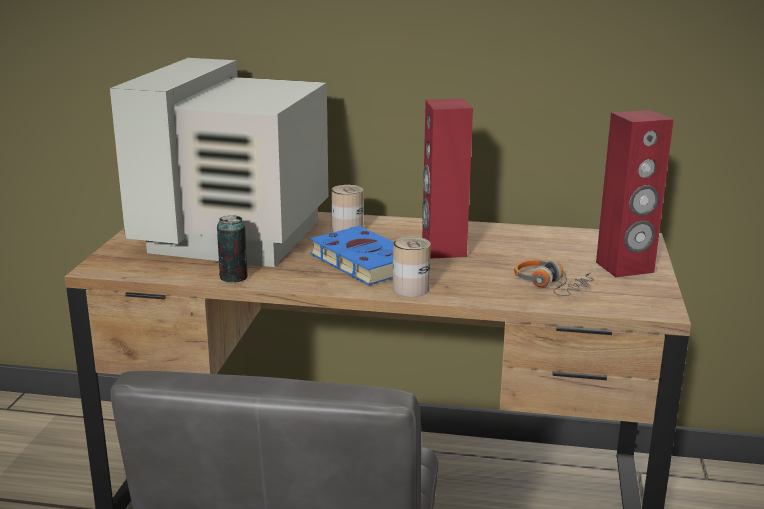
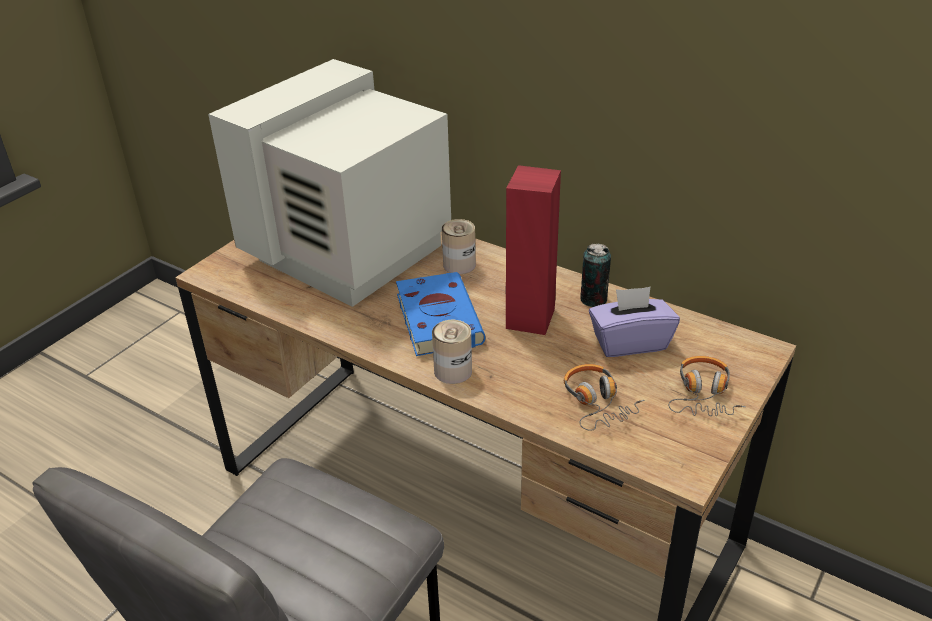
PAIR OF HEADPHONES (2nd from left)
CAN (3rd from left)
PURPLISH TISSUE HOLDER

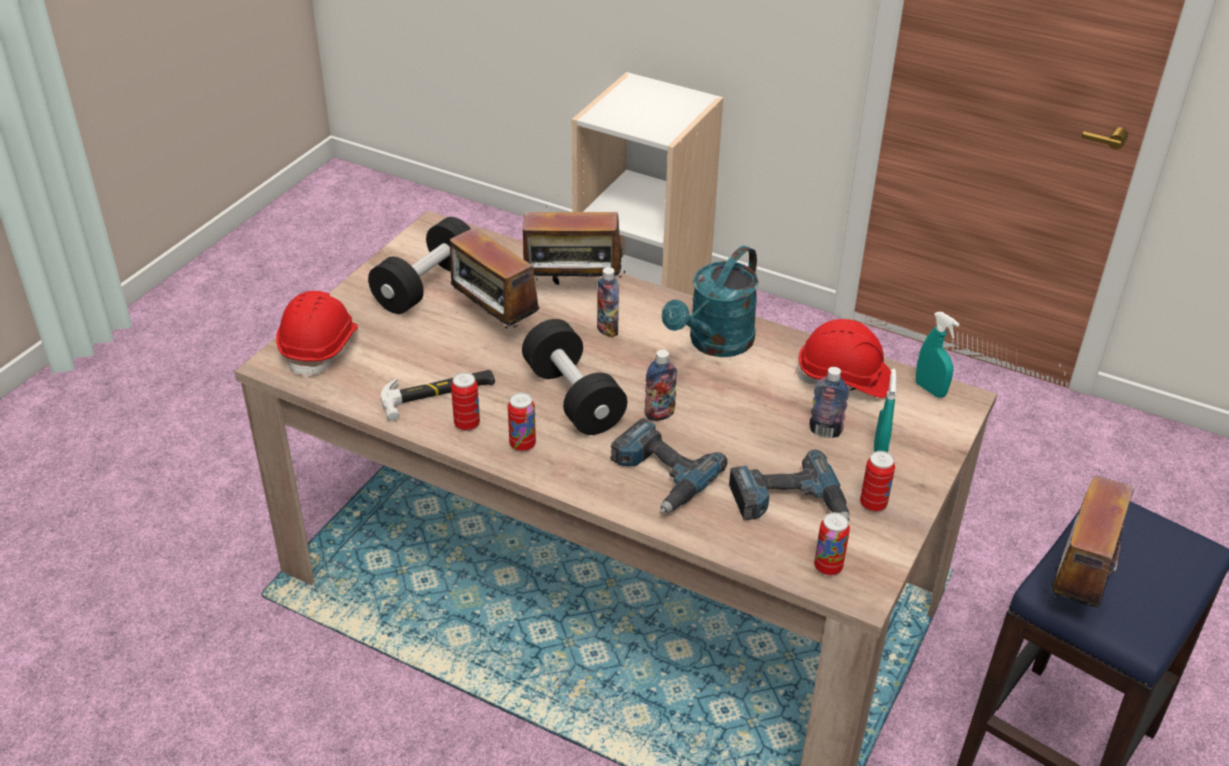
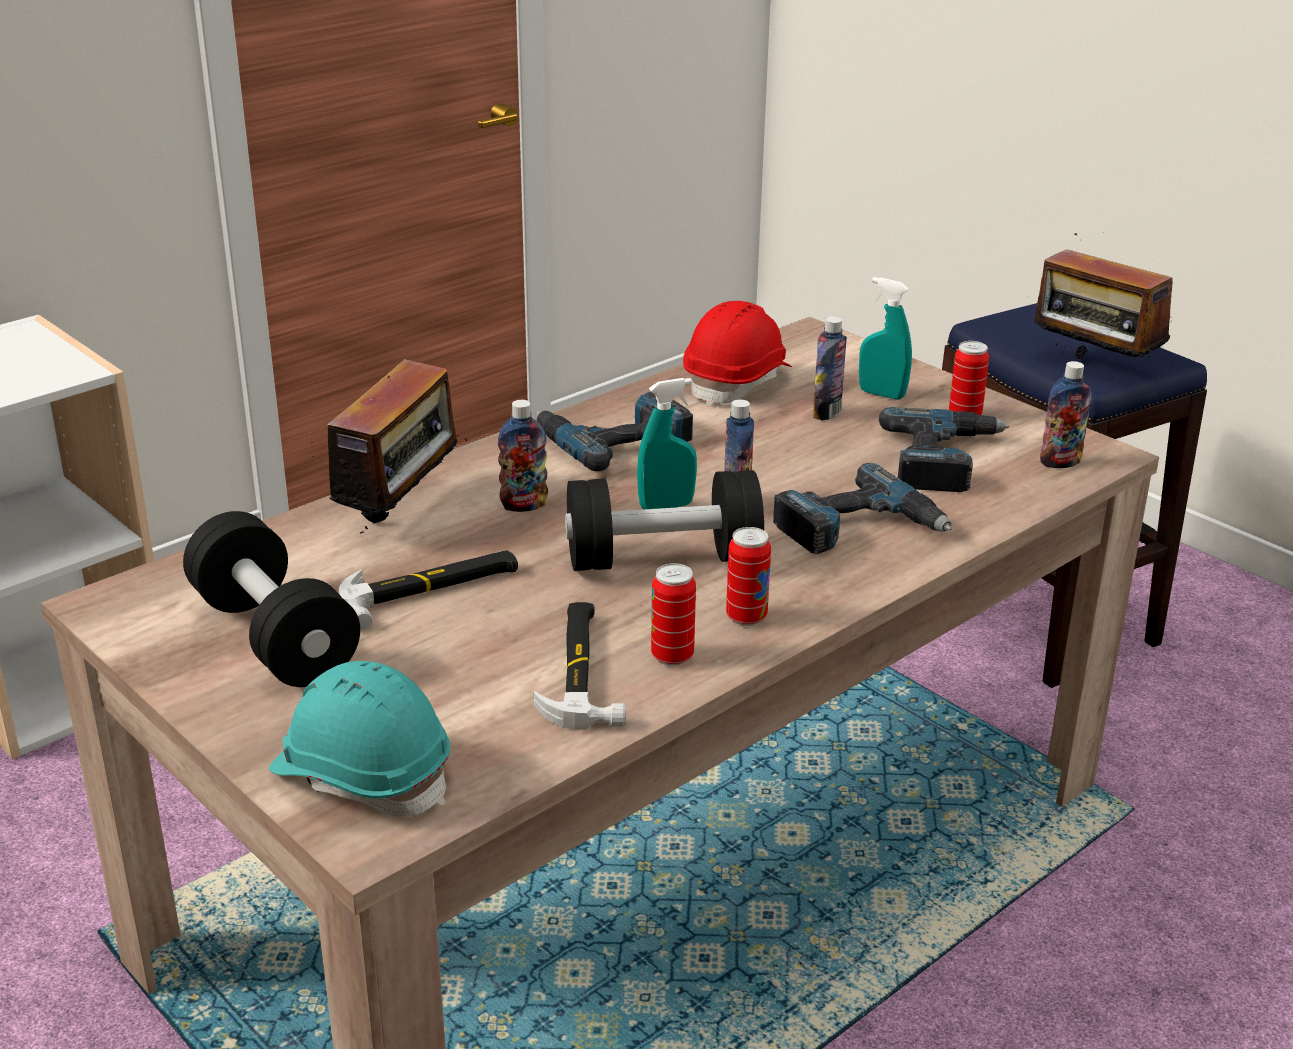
HAMMER (1st from left)
DRILL (1st from left)
BLUE-GREEN WORK HELMET
BLUE-GREEN SPRAY BOTTLE (1st from left)
BOTTLE (4th from left)

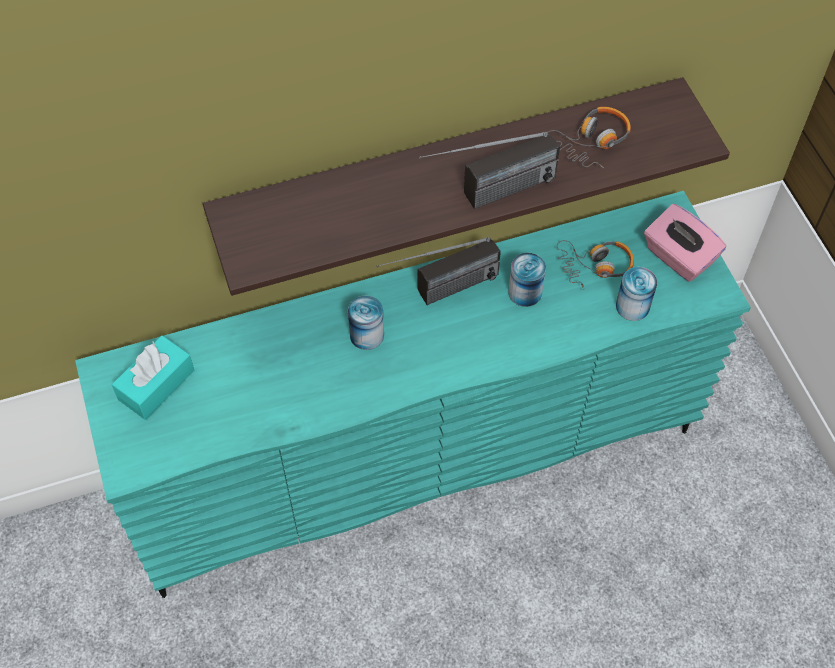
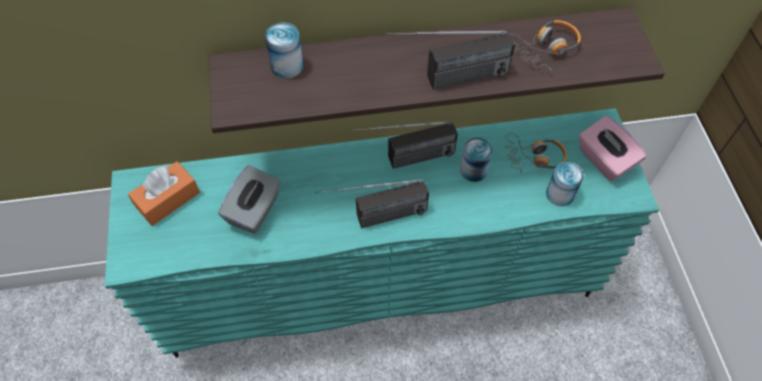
CAN (1st from left)
ORANGE-COLOURED TISSUE HOLDER
GREY TISSUE HOLDER
RADIO (1st from left)

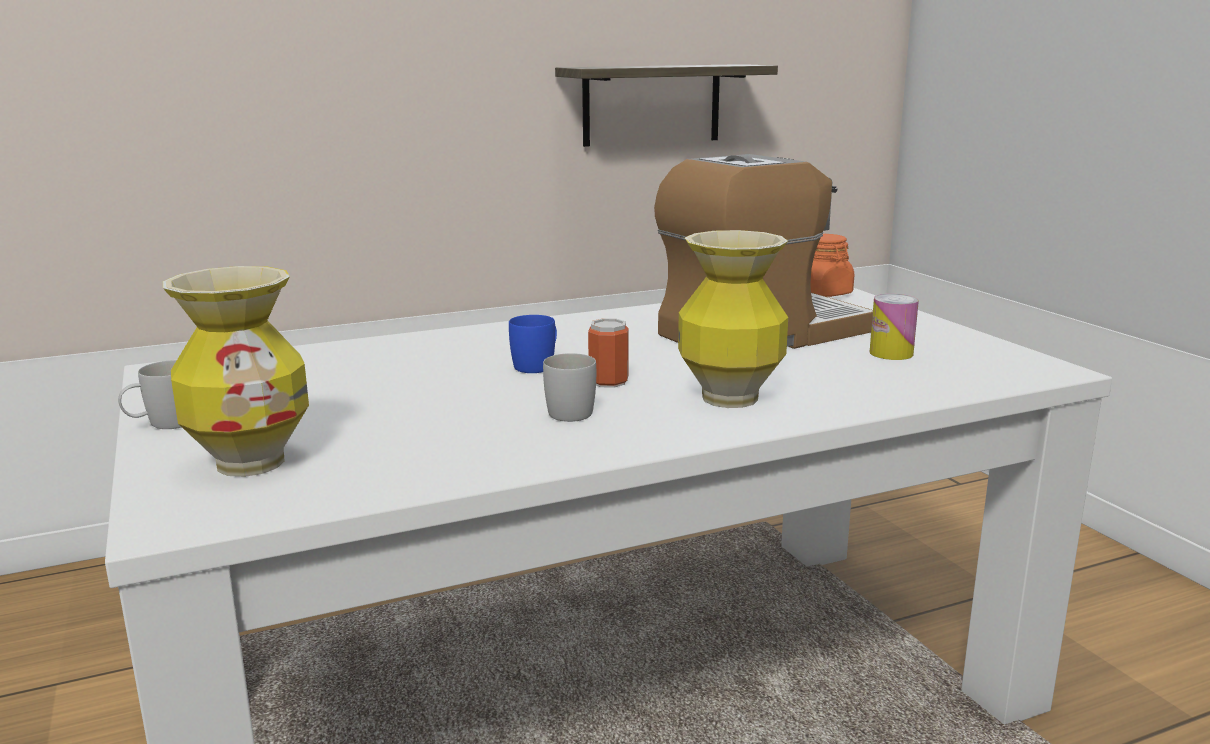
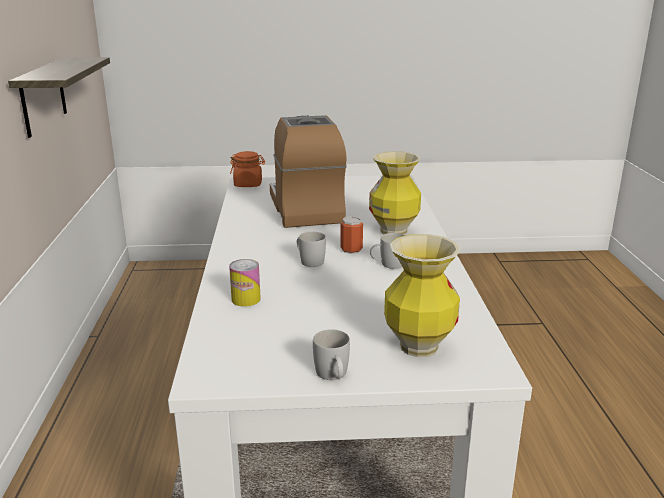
CAN (1st from left)
WHITE-COLOURED COFFEE MUG (1st from left)

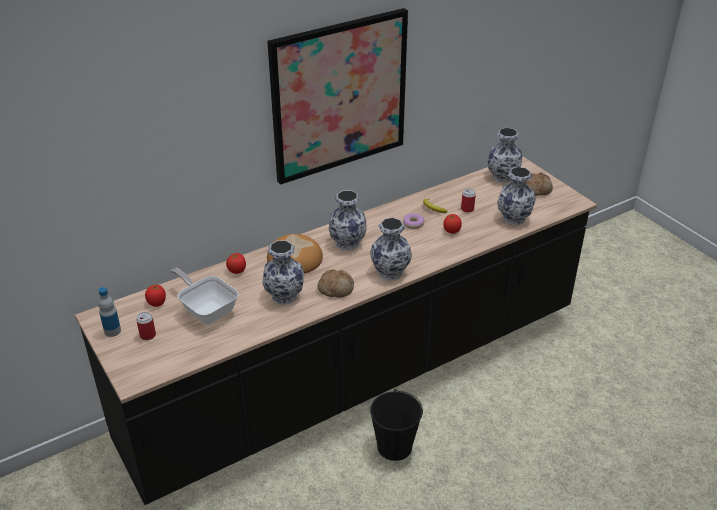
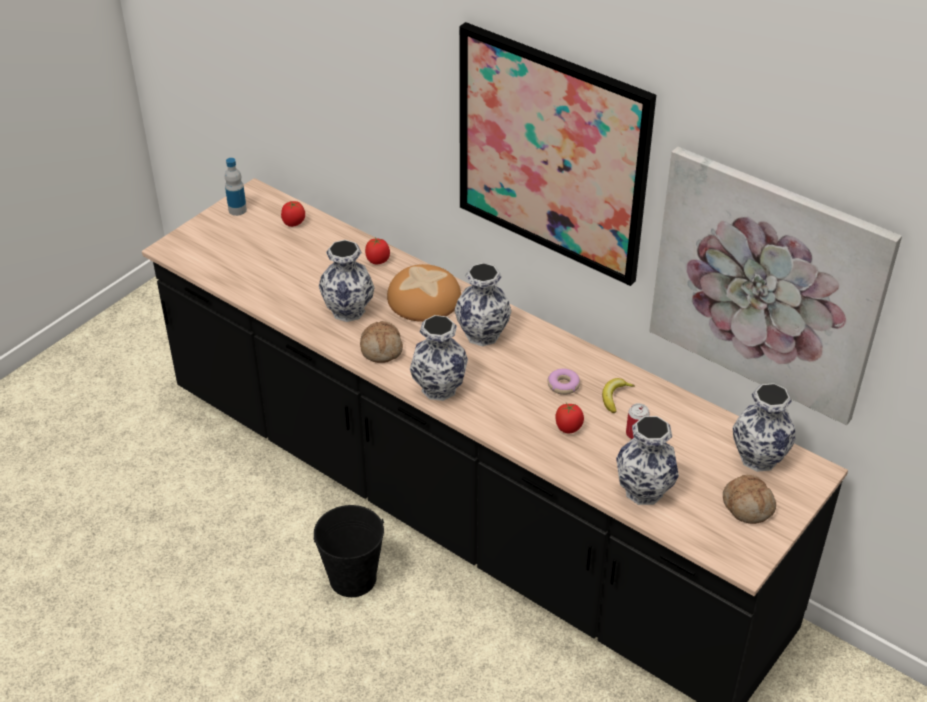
SKILLET
CAN (1st from left in the first image)
PICTURE (2nd from left)

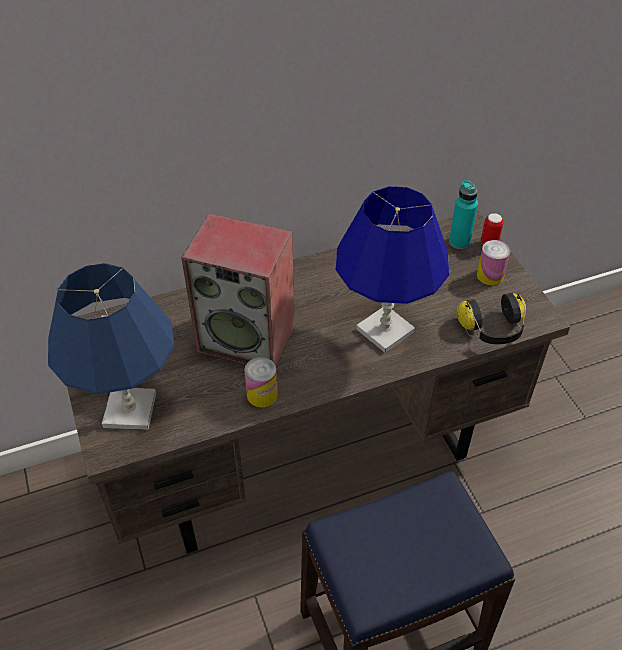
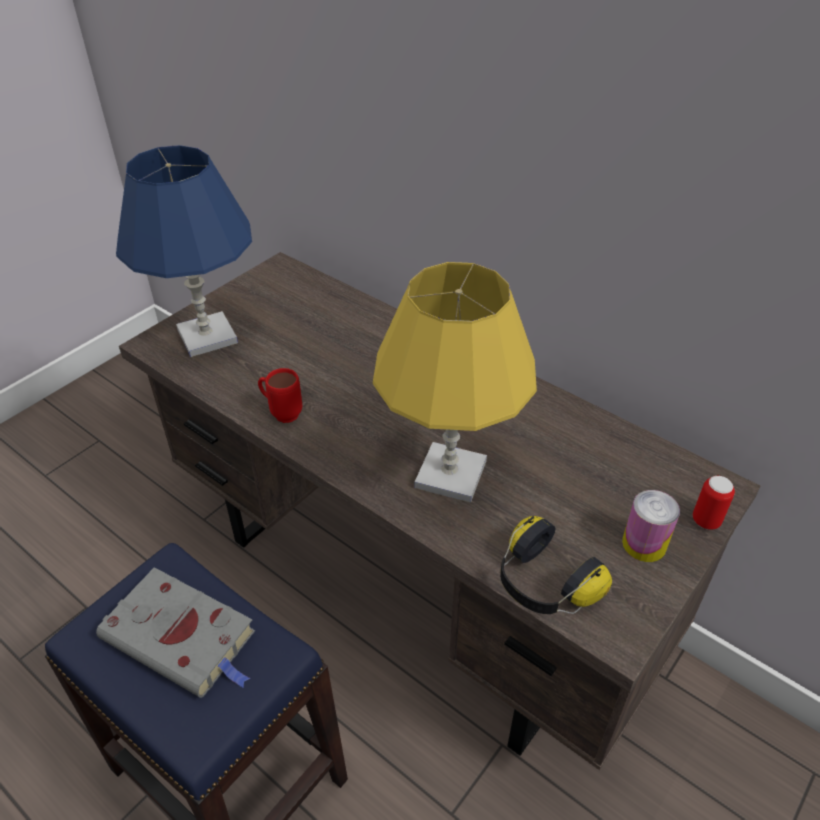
BLUE-GREEN BOTTLE
YELLOW-COLOURED TABLE LAMP
LOUDSPEAKER
RED-COLOURED COFFEE MUG
GREY BOUND BOOK

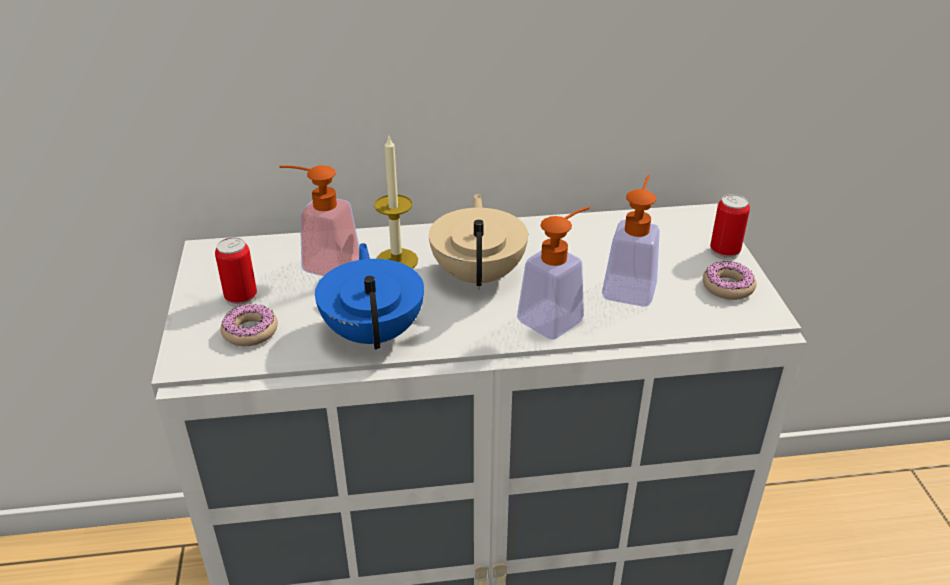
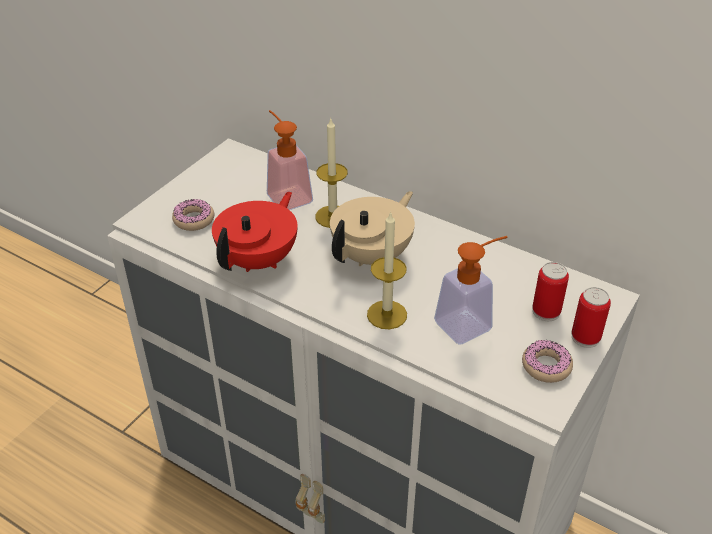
WAX LIGHT (2nd from left)
CAN (1st from left)
RED-COLOURED POT FOR TEA

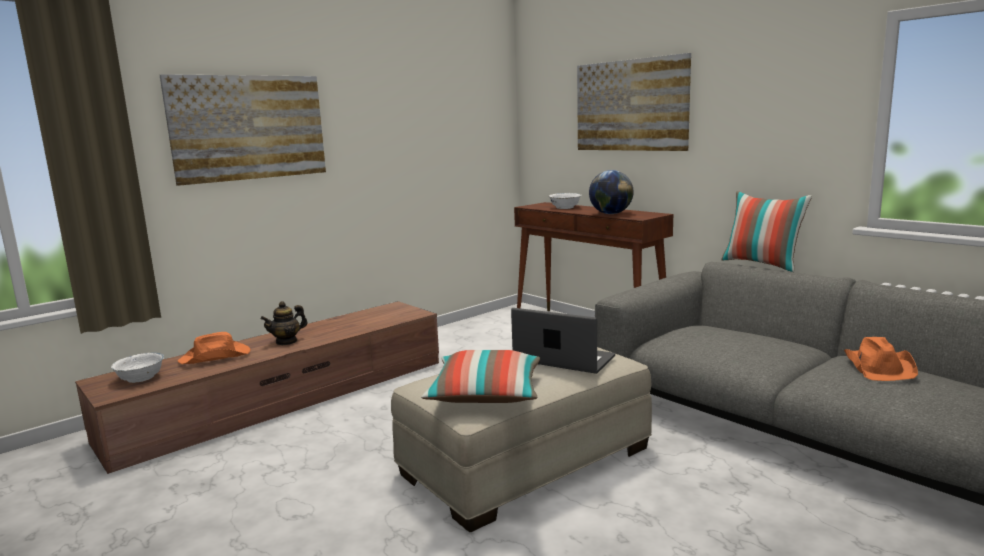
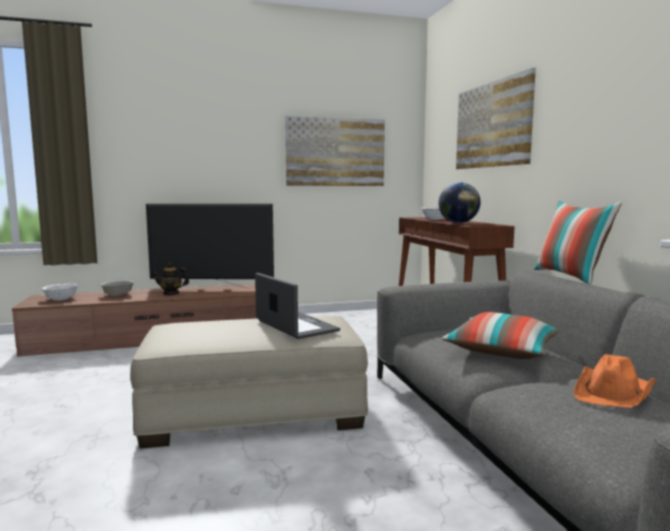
PICTURE (1st from left)
WHITE-COLOURED SERVING BOWL (2nd from left)
CUSHION (1st from left)
TV SET

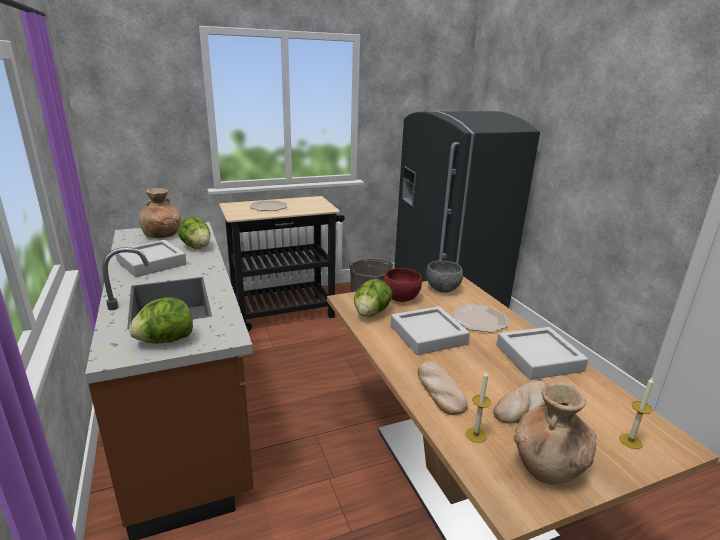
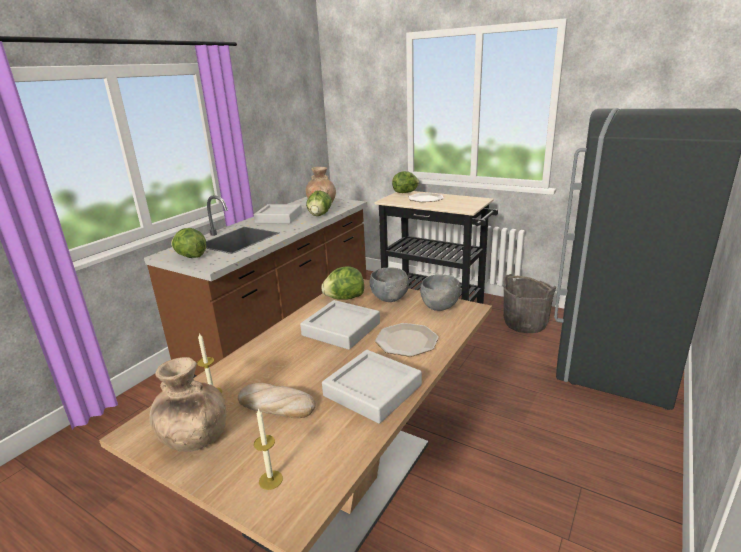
GREY SERVING BOWL (1st from left)
BAKERY BREAD (1st from left in the first image)
LETTUCE HEAD (4th from left)

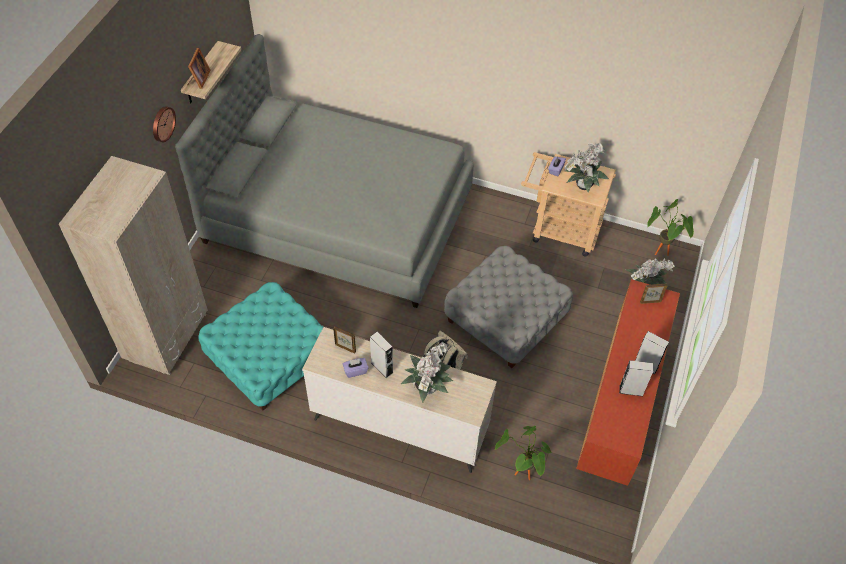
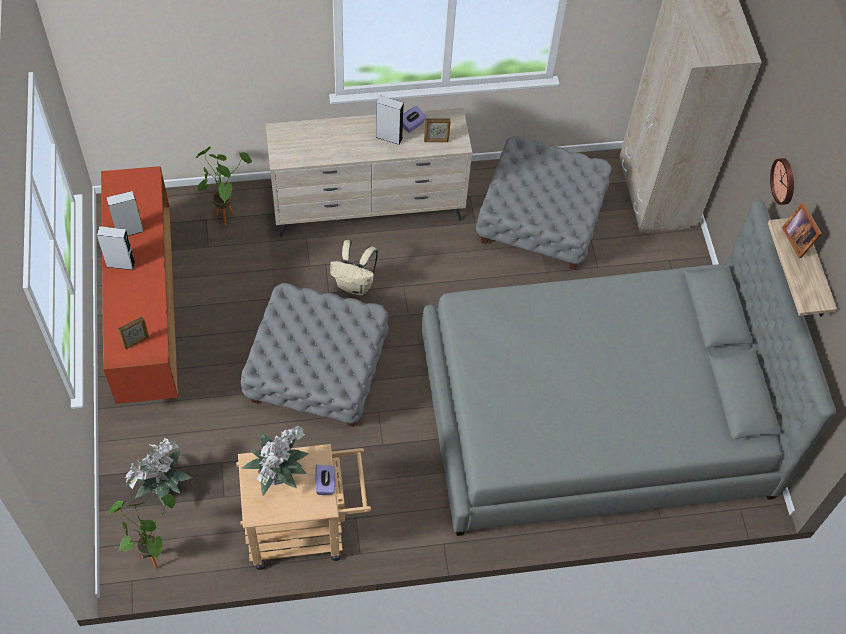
GREY FOOTREST (2nd from left)
POTTED PLANT (1st from left in the first image)

